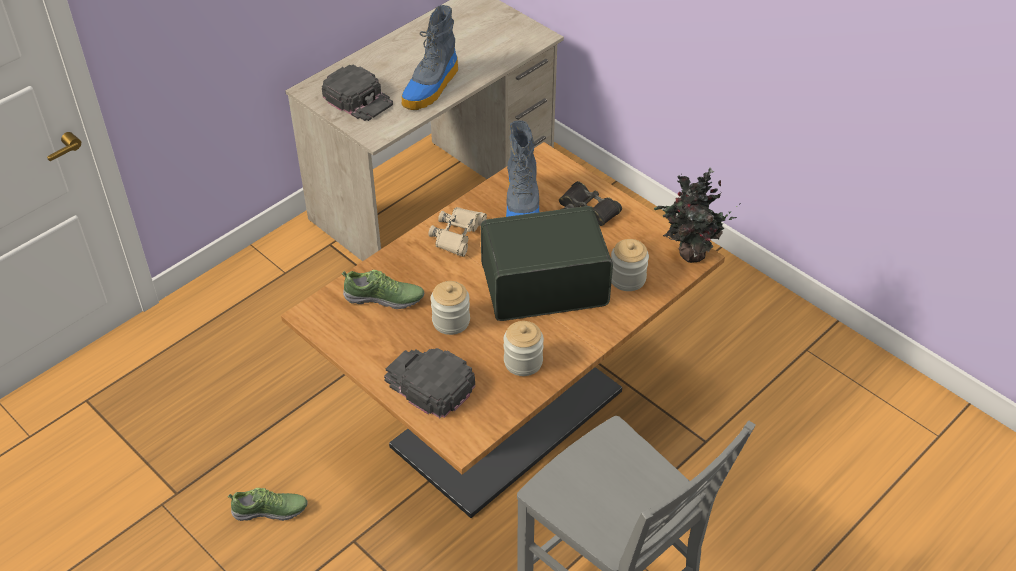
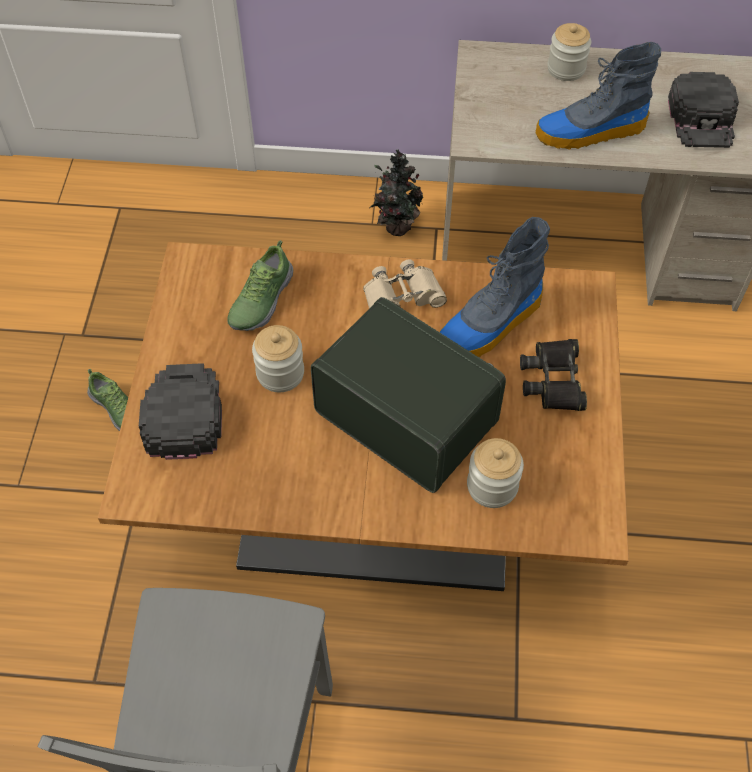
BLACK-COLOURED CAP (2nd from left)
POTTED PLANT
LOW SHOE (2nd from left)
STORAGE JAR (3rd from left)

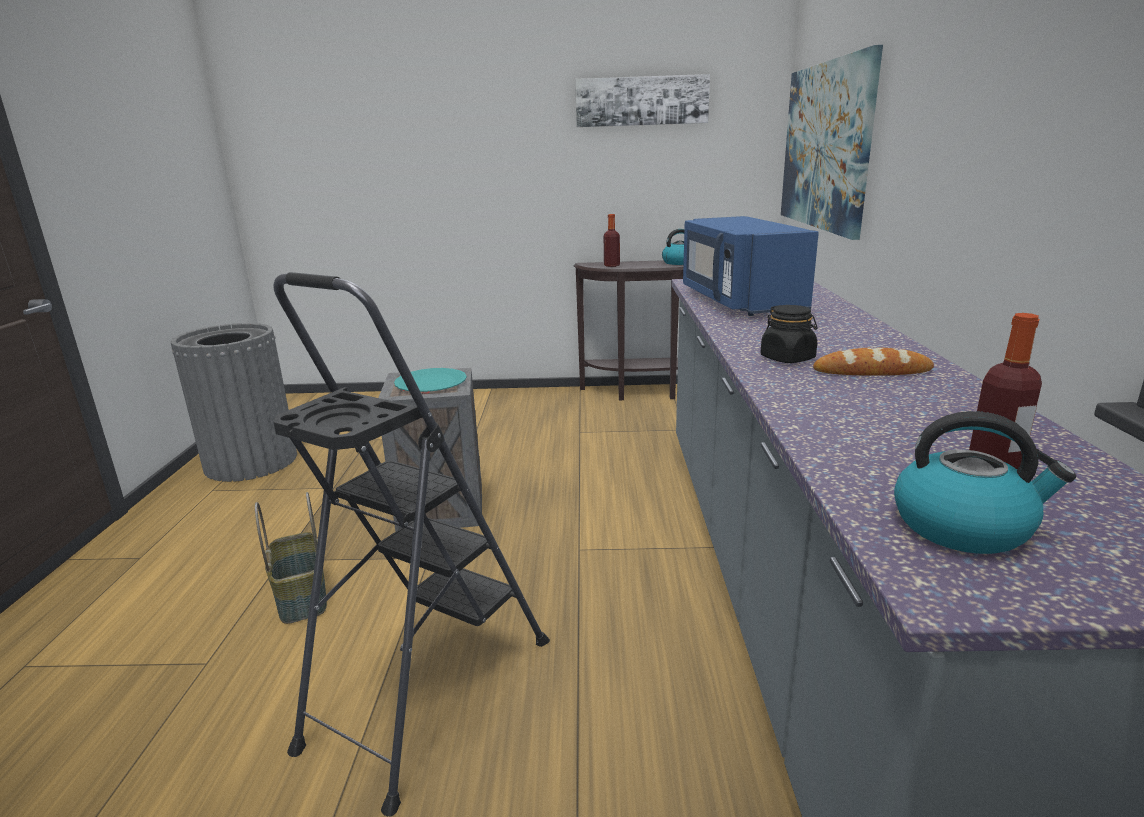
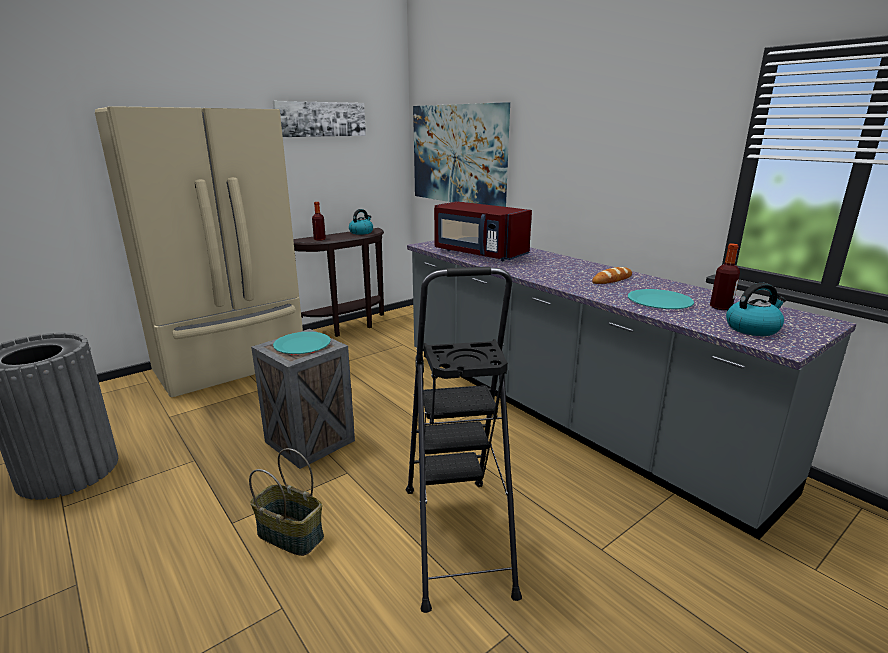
RED-COLOURED MICROWAVE OVEN
BLACK-COLOURED STORAGE JAR
BEIGE REFRIGERATOR
BLUE-GREEN DINNER PLATE (2nd from left)

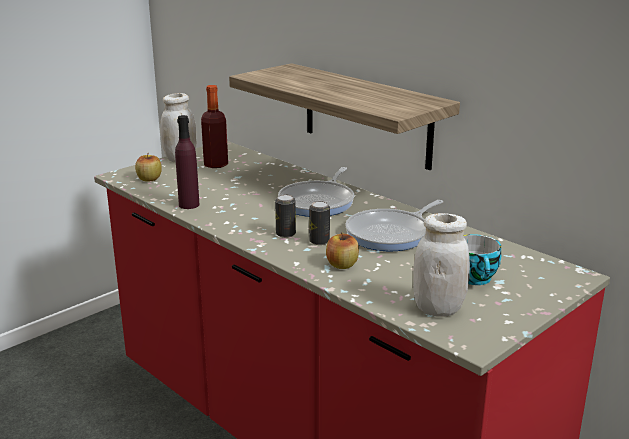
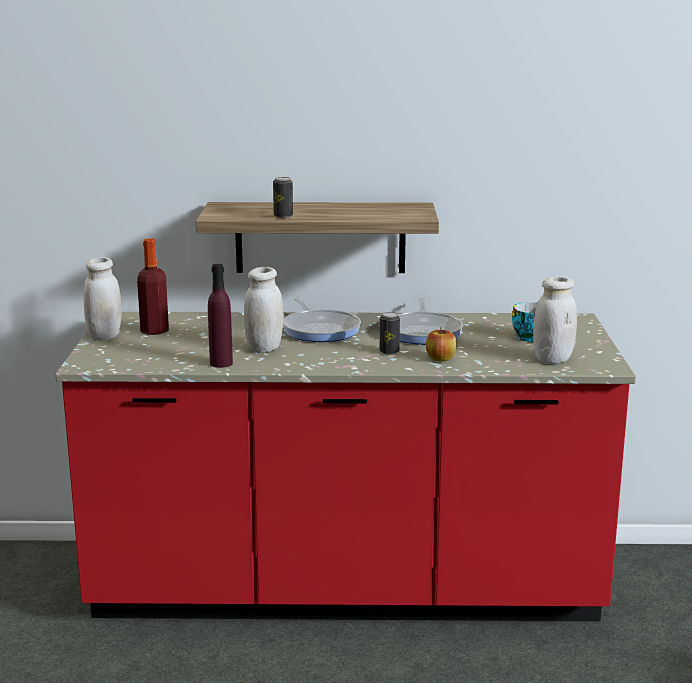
WHOLE APPLE (1st from left in the first image)
CAN (1st from left)
WHITE-COLOURED STORAGE JAR (2nd from left)

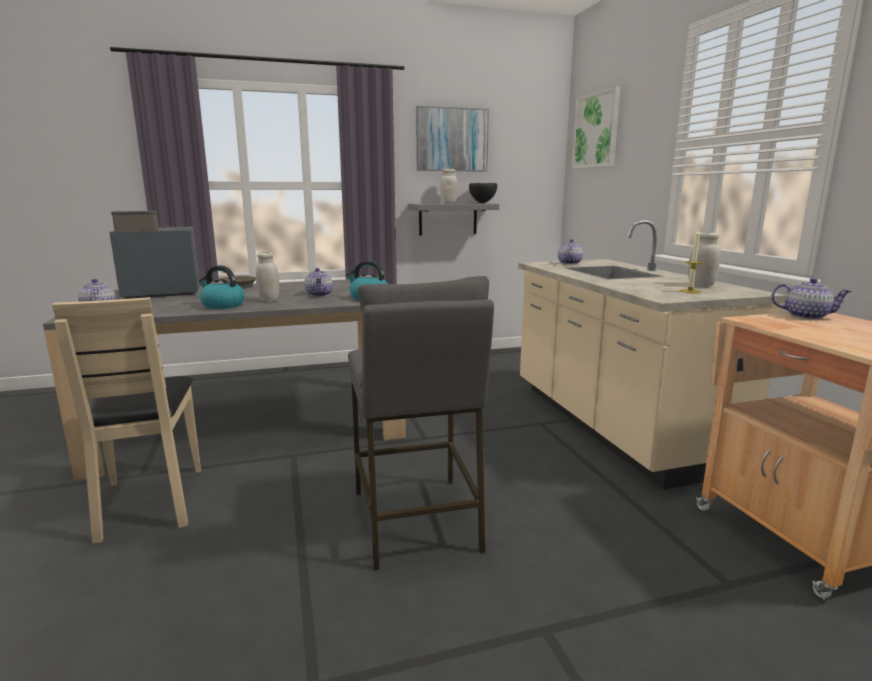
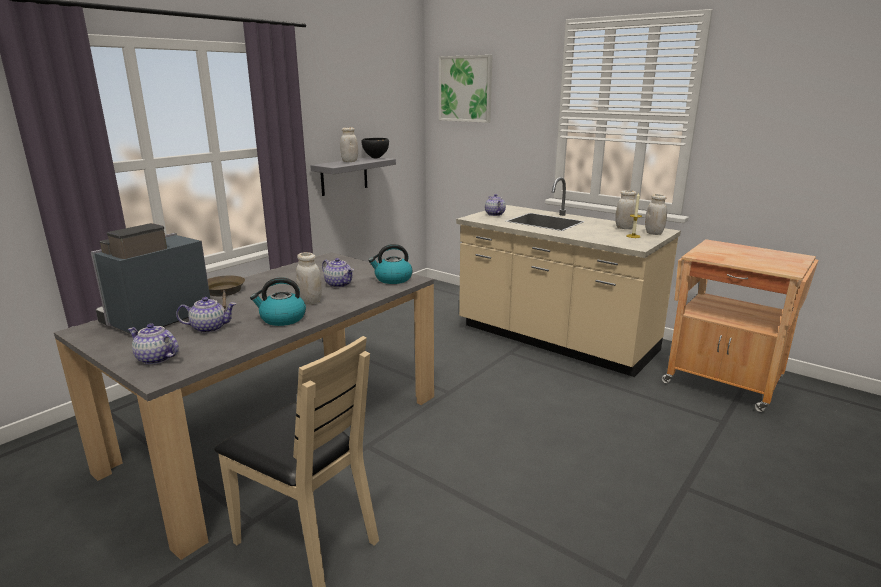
PICTURE (1st from left in the first image)
GREY SITTING STOOL
POT FOR TEA (2nd from left)
WHITE-COLOURED STORAGE JAR (4th from left)

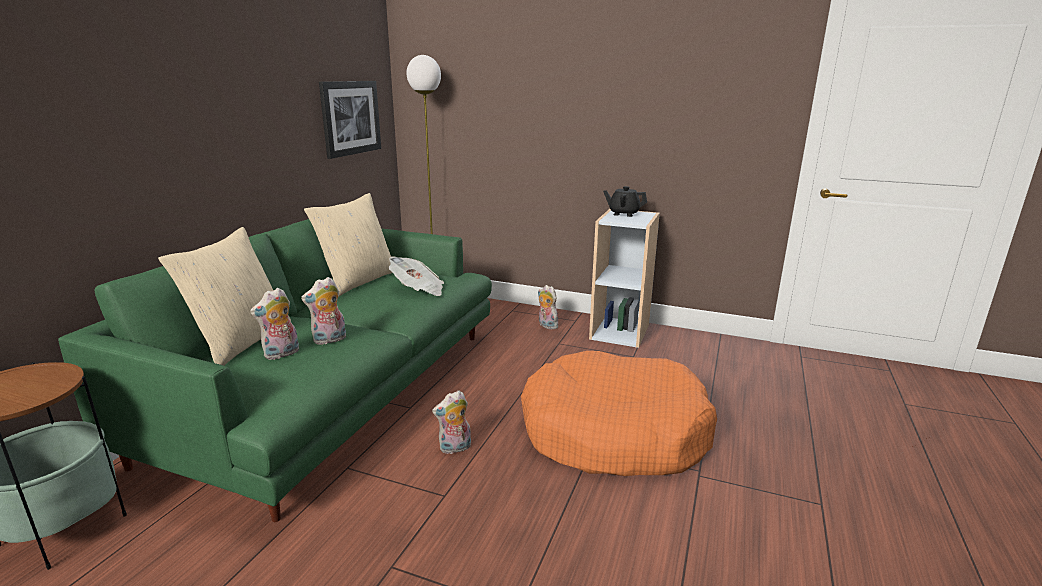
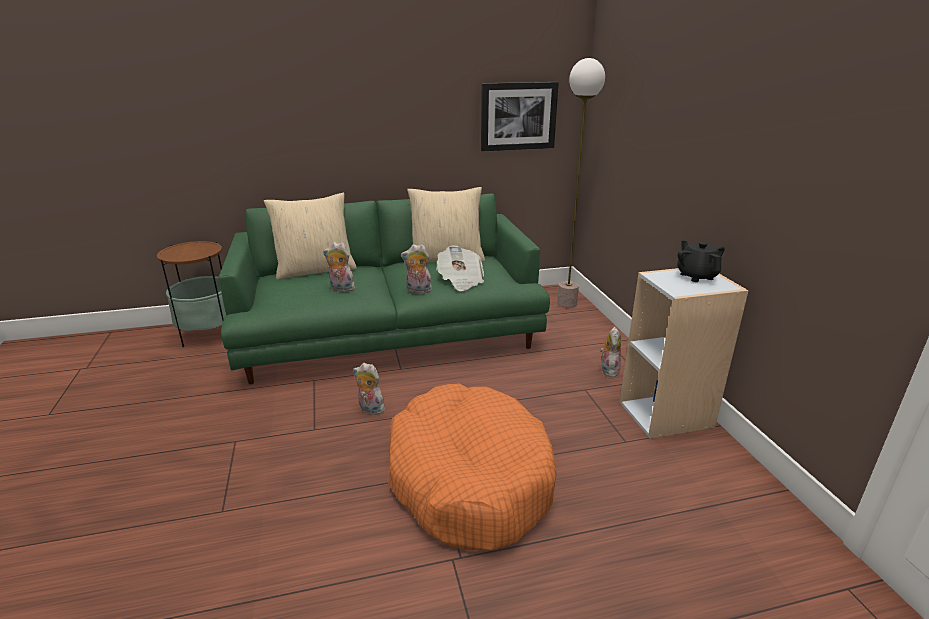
CUDDLY TOY (3rd from left)

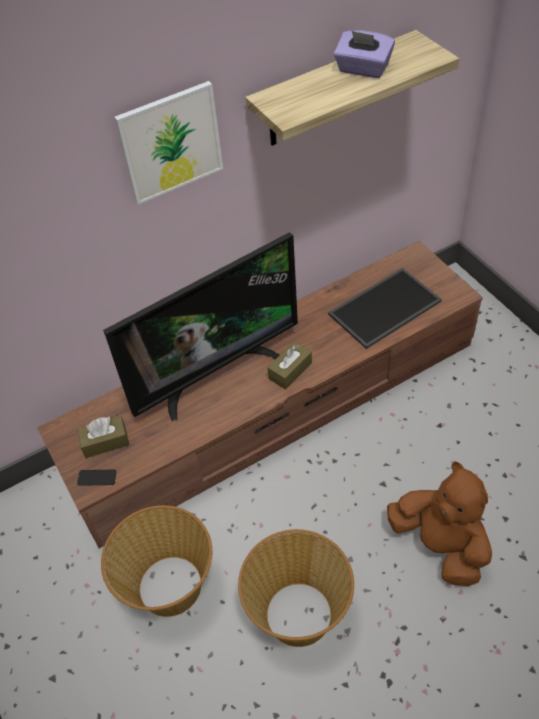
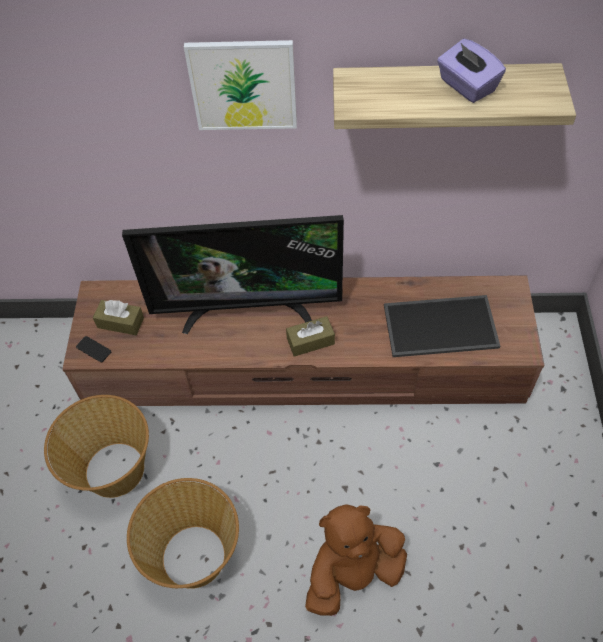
BROWN-COLOURED CUDDLY TOY

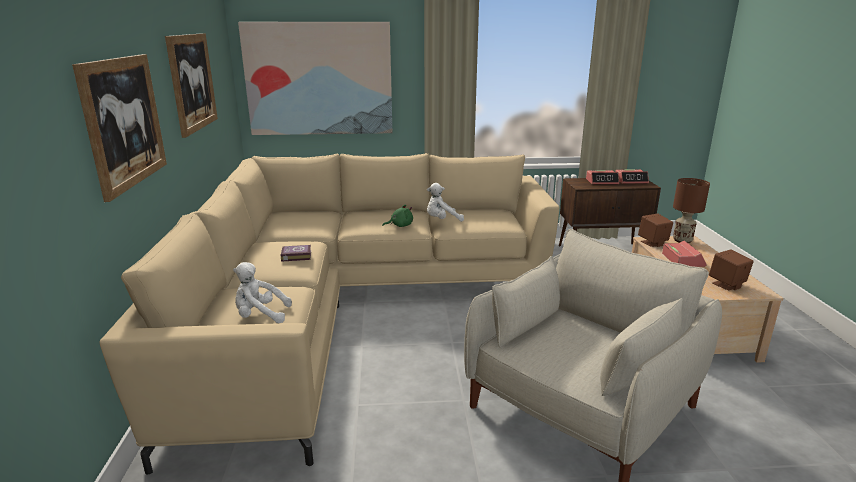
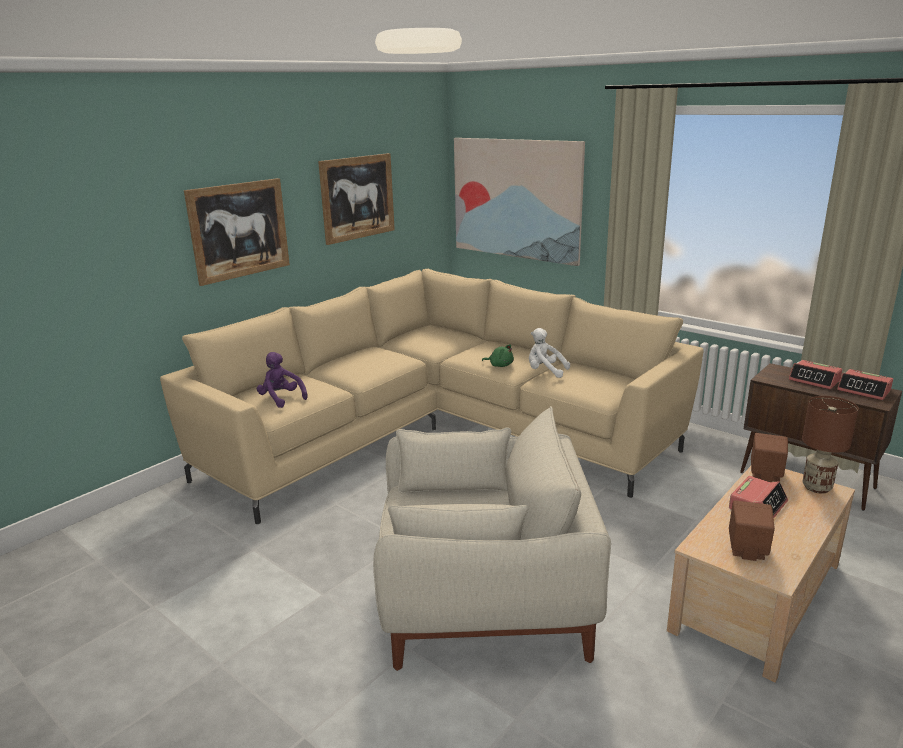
BOUND BOOK
PURPLISH CUDDLY TOY

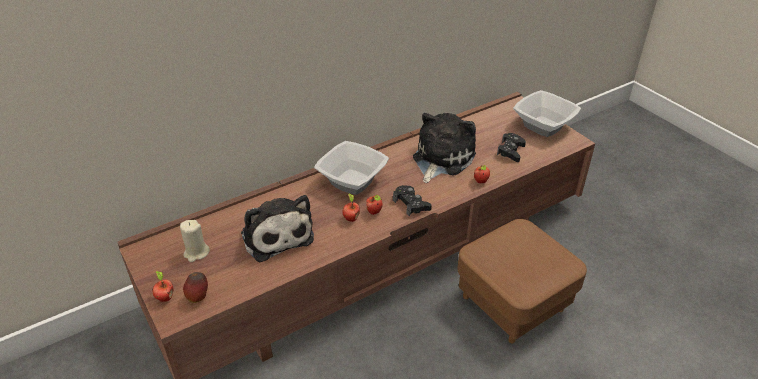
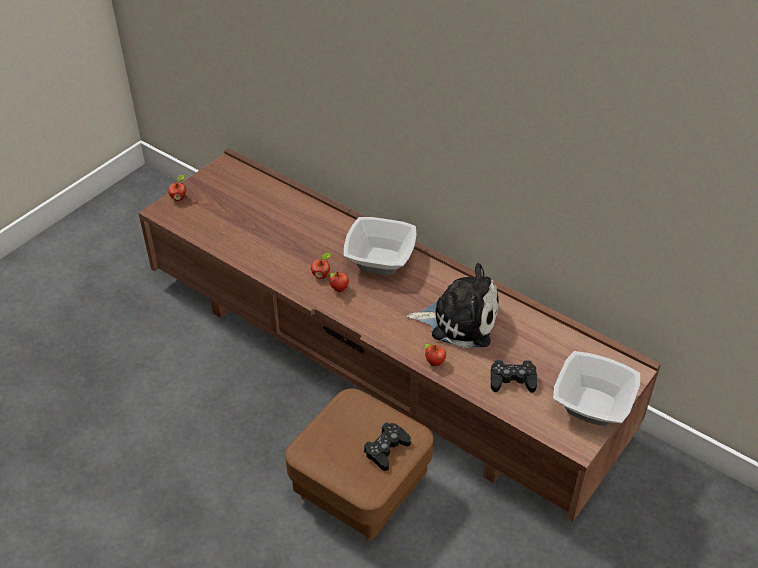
BLACK-COLOURED GAMEPAD (1st from left)
CUDDLY TOY (1st from left in the first image)
BEIGE WAX LIGHT
WHOLE APPLE (2nd from left in the first image)

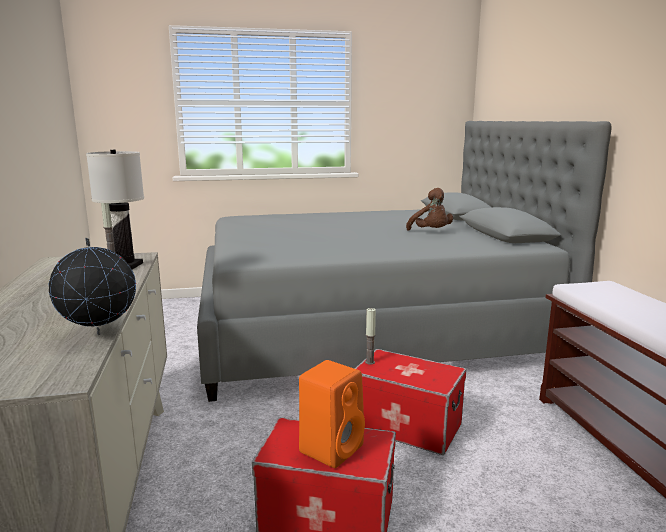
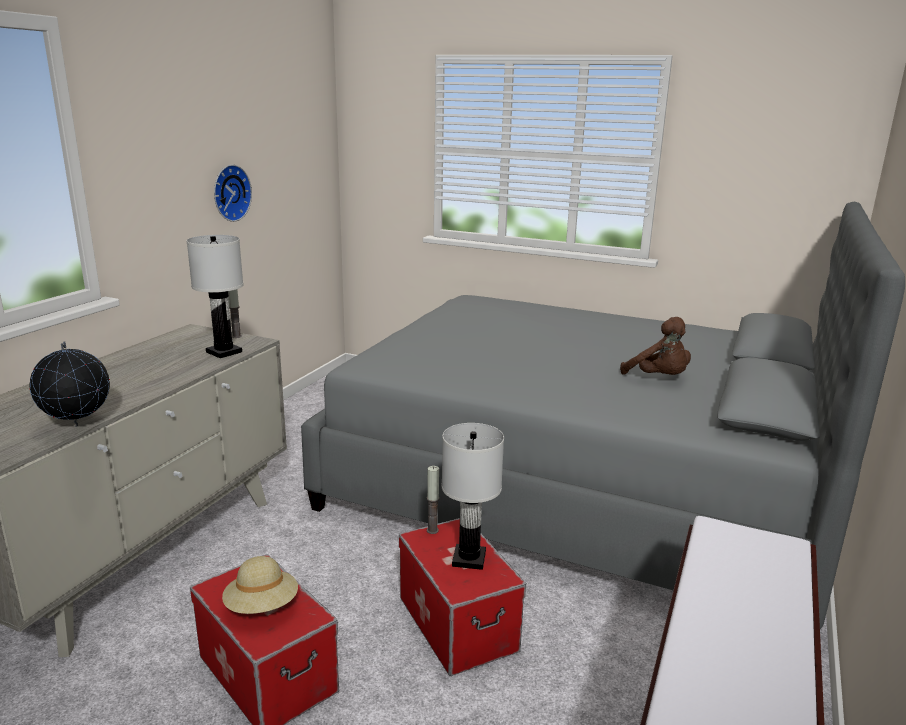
BROWN-COLOURED CUDDLY TOY
BEIGE HAT
HANGING CLOCK
WHITE-COLOURED TABLE LAMP (2nd from left)

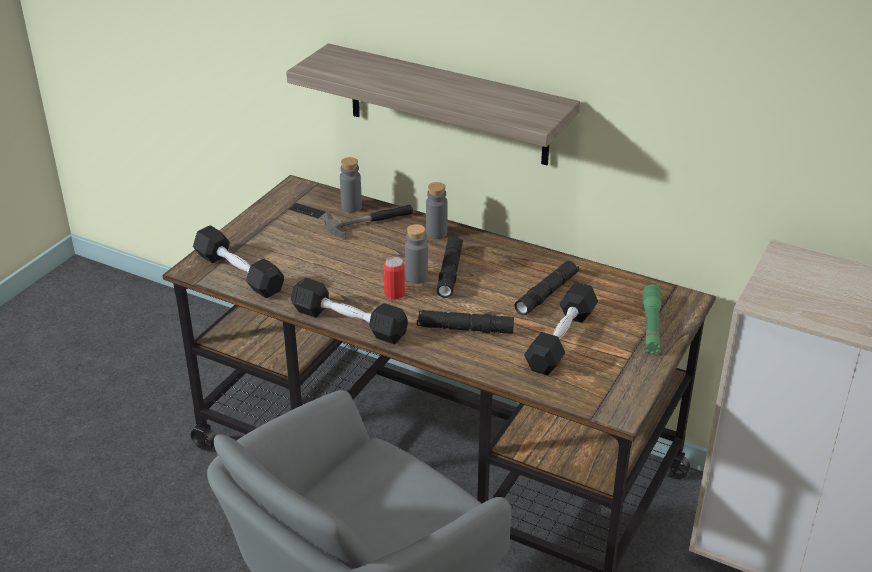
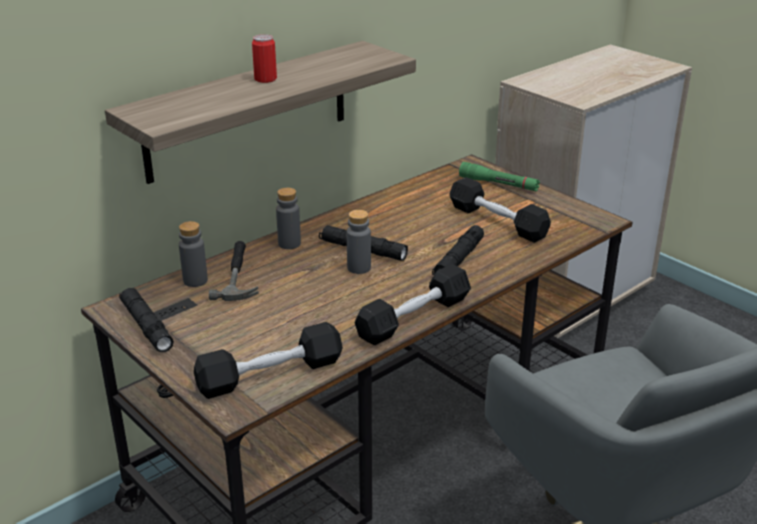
CAN
BLACK-COLOURED TORCH (1st from left)

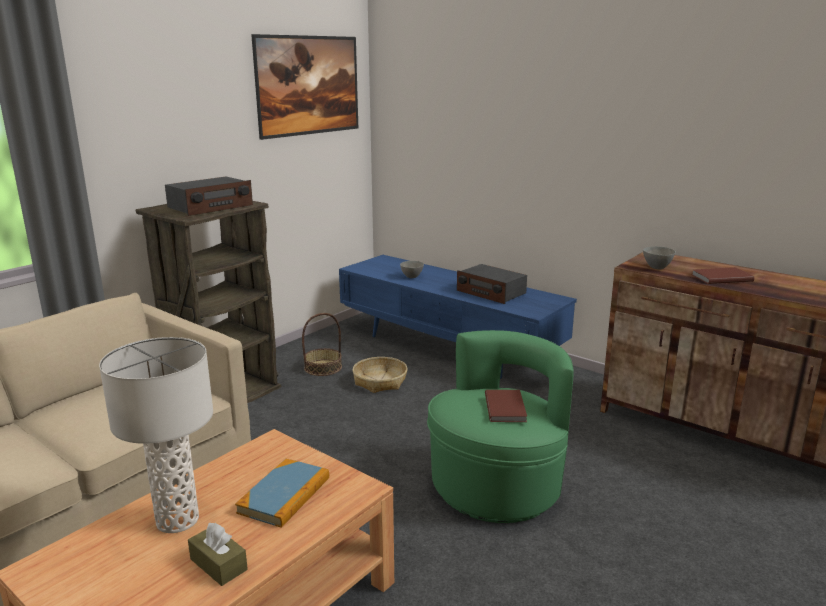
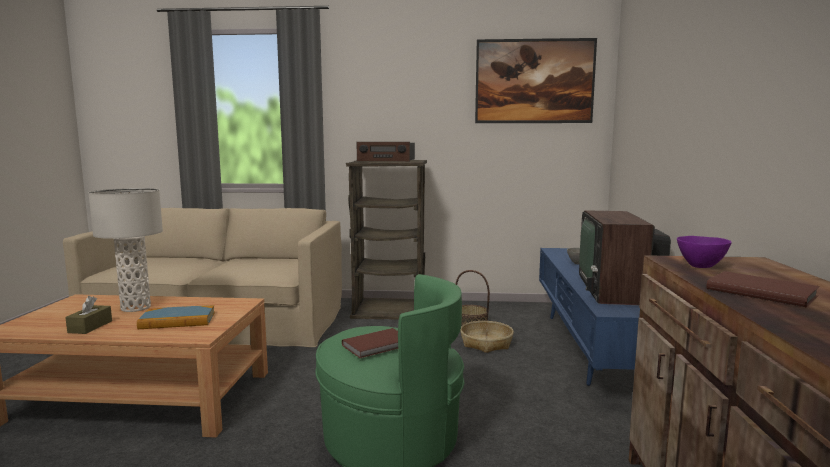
PURPLISH SERVING BOWL
TV SET

